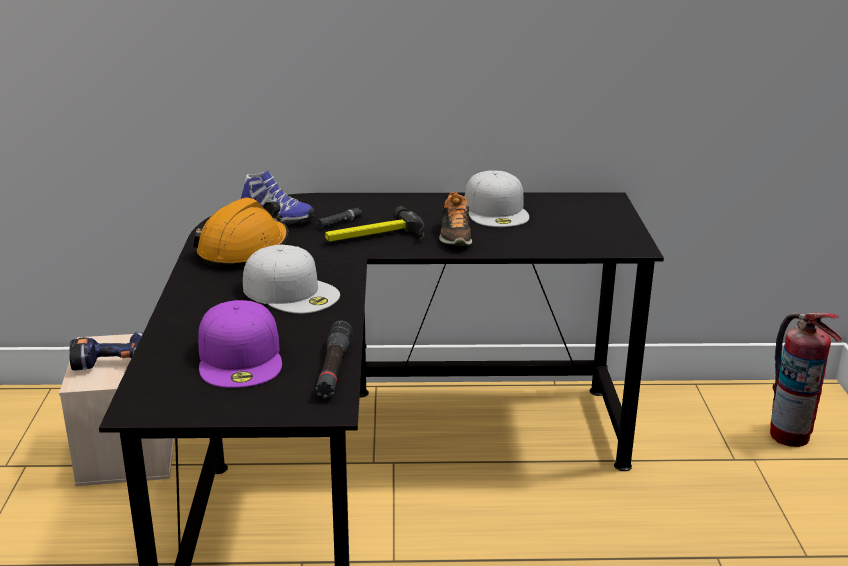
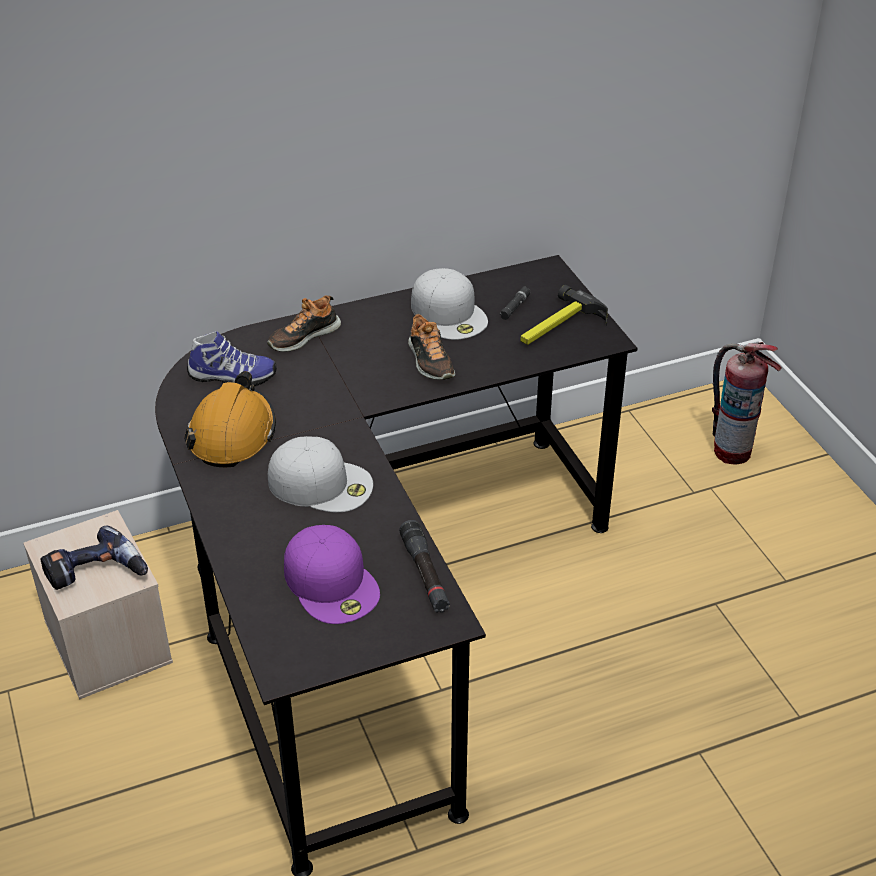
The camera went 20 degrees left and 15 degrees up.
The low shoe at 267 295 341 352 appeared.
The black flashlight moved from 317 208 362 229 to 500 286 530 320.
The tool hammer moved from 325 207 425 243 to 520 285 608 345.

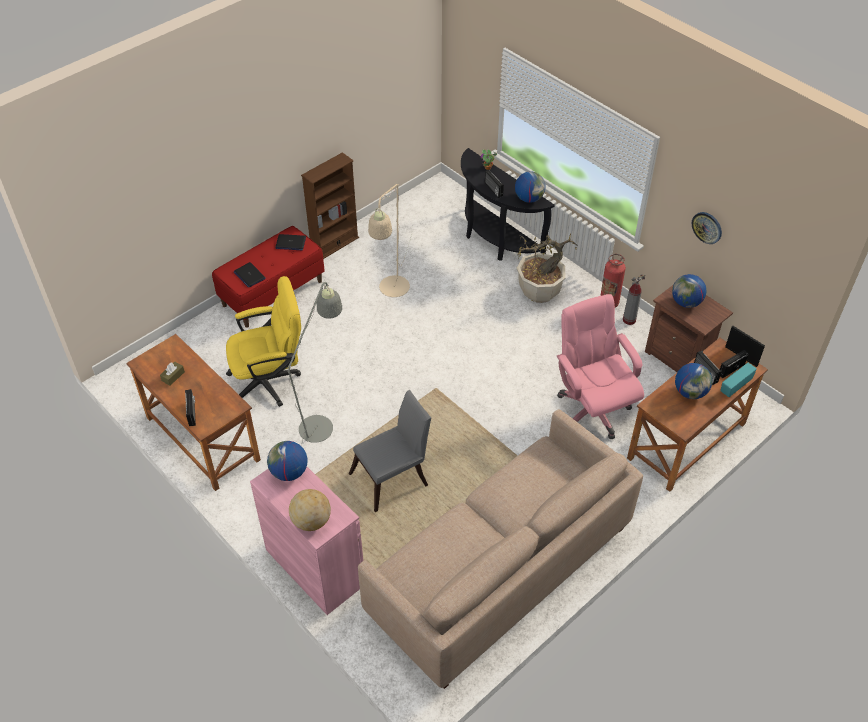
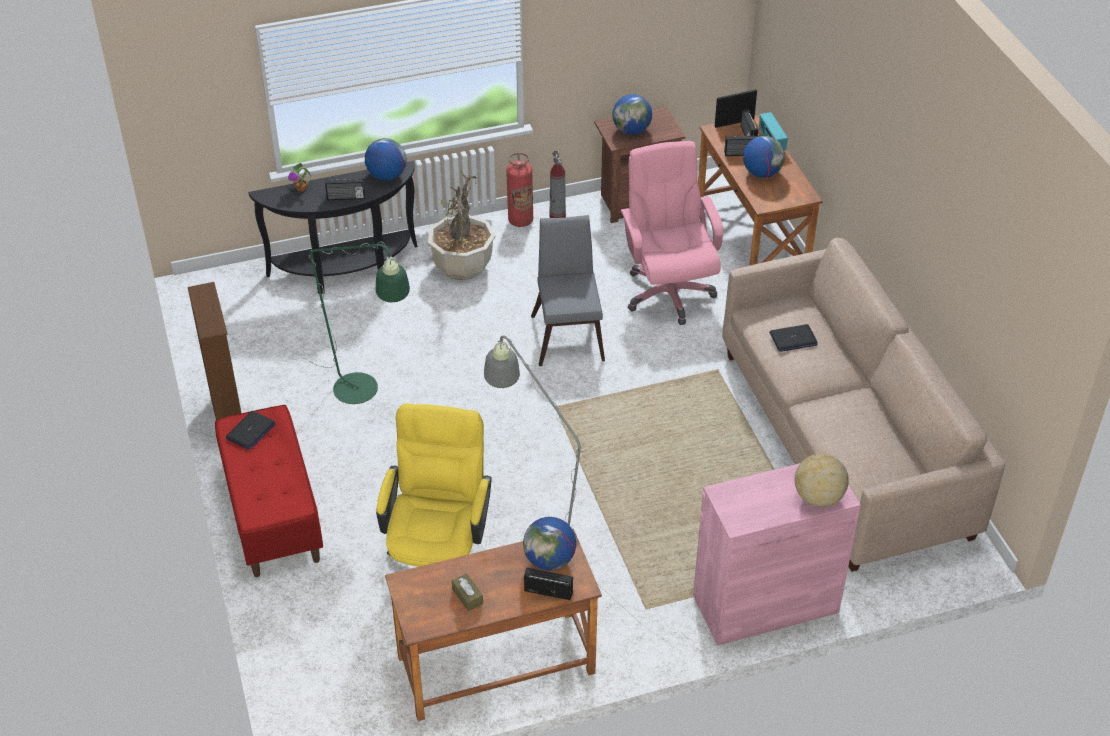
The camera went 65 degrees left and 5 degrees down.
The hanging clock at 692 212 722 244 disappeared.
The laptop moved from 234 262 266 287 to 769 324 818 352.
The world globe moved from 267 441 308 481 to 523 517 576 570.
The grey plain chair moved from 349 390 431 512 to 531 215 605 366.
The beige standing lamp at 368 184 413 297 became the green standing lamp at 268 242 410 404.
The pink-coloured desk chair at 557 294 644 439 turned 75 degrees clockwise.

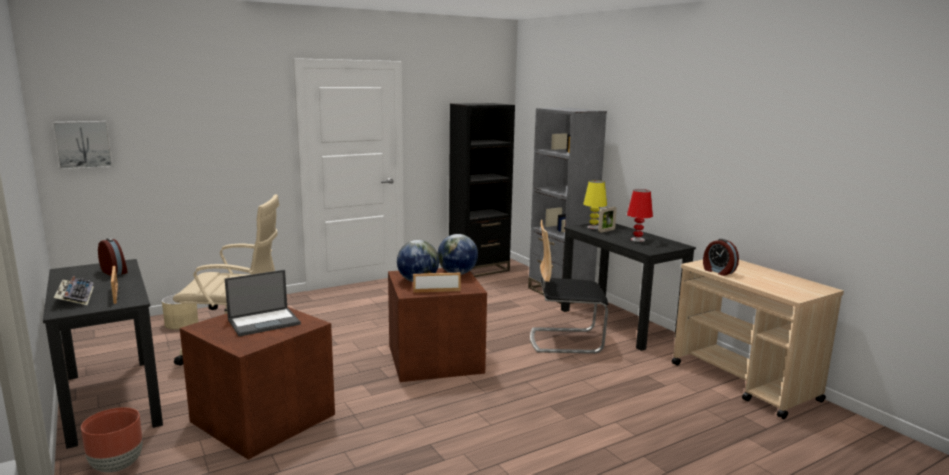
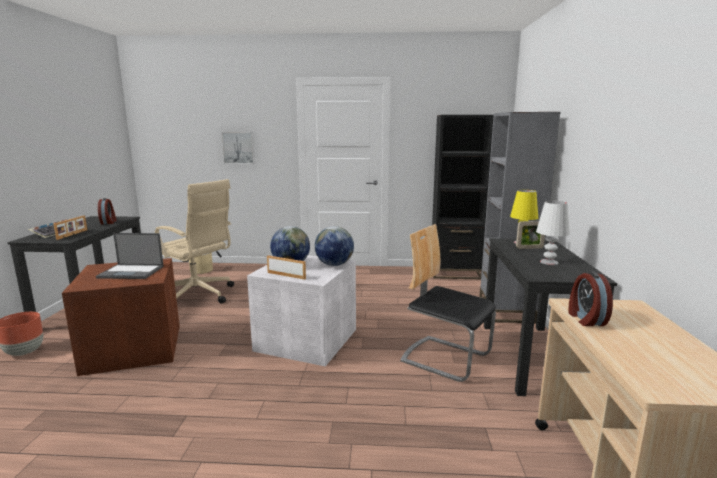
The camera went 35 degrees right and 0 degrees up.
The picture moved from 52 121 113 170 to 221 132 255 164.
The brownish storage bin at 388 268 487 382 became the white-coloured storage bin at 247 255 356 367.
The reddish tabletop lamp at 627 189 653 242 became the white-coloured tabletop lamp at 536 200 570 265.

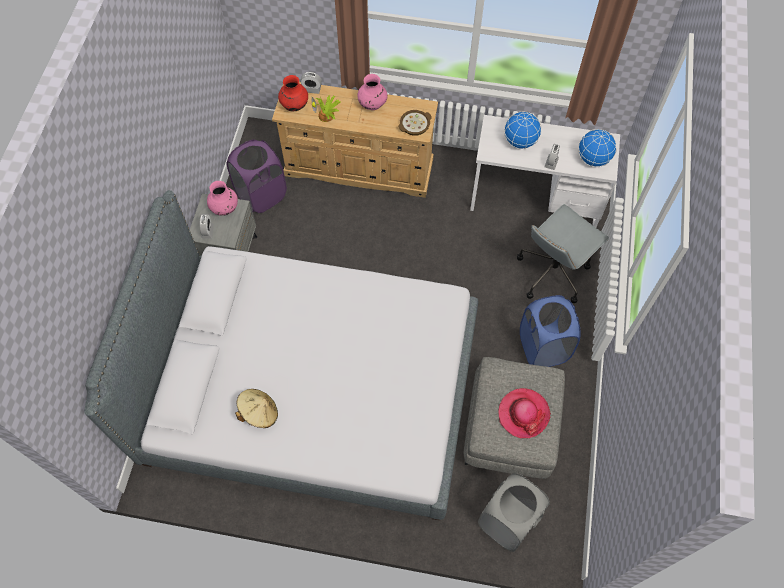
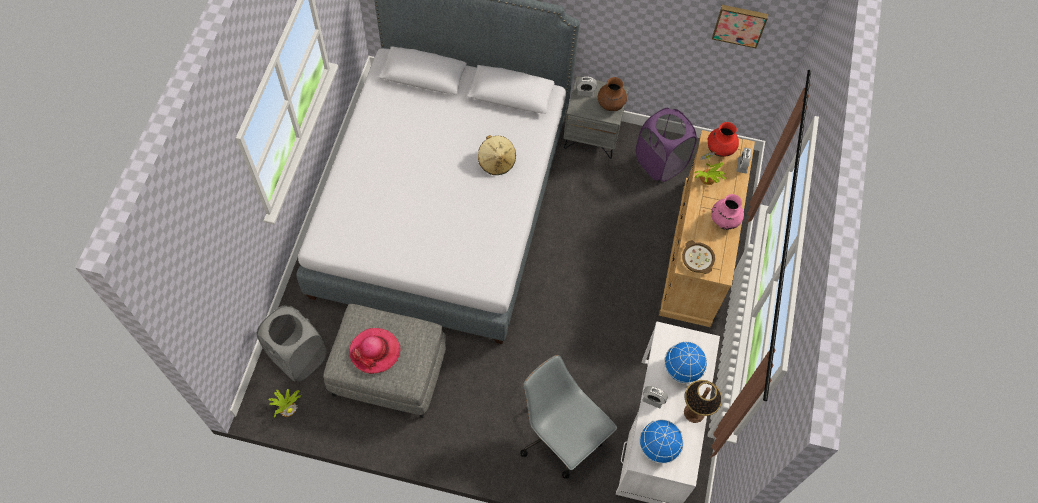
The camera went 90 degrees right and 0 degrees up.
The blue-coloured hamper at 520 295 581 367 disappeared.
The potted plant at 268 389 301 418 appeared.
The tabletop lamp at 684 380 722 423 appeared.
The picture at 712 5 768 48 appeared.
The beige hat moved from 235 389 278 428 to 478 135 516 175.
The pink-coloured flower vase at 207 181 238 216 became the brownish flower vase at 598 77 627 111.

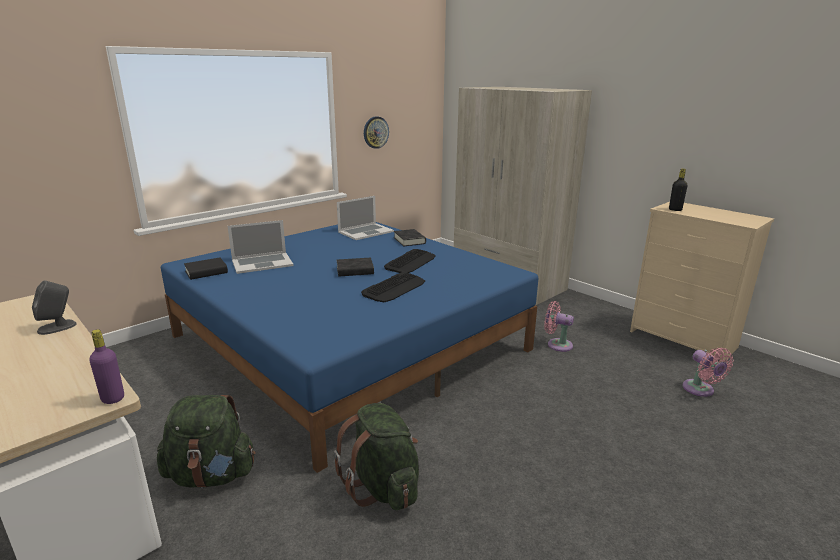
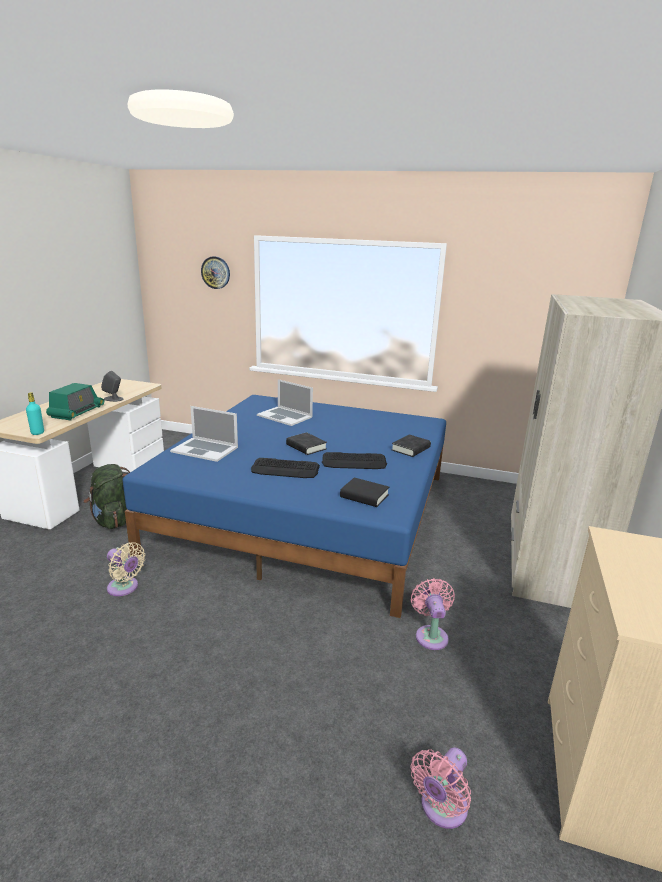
The camera went 60 degrees right and 0 degrees up.
The black bottle at 669 169 688 211 disappeared.
The radio receiver at 46 383 104 421 appeared.
The black bound book moved from 184 257 228 280 to 340 477 389 507.
The laptop moved from 337 196 394 240 to 170 406 238 462.
The hanging clock moved from 364 116 389 149 to 201 256 230 289.
The green rucksack at 334 403 419 510 was replaced by the beige electric fan at 107 542 145 596.
The purplish bottle at 89 329 124 404 became the blue-green bottle at 26 392 44 435.

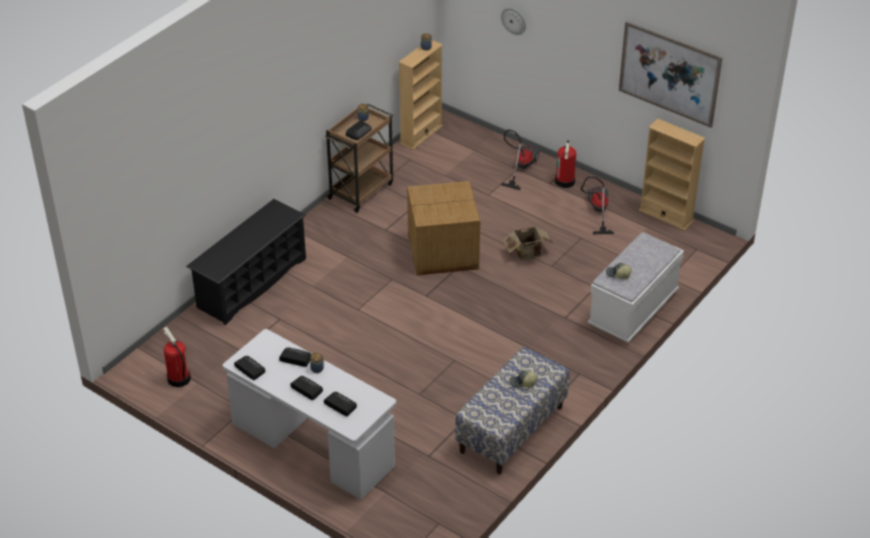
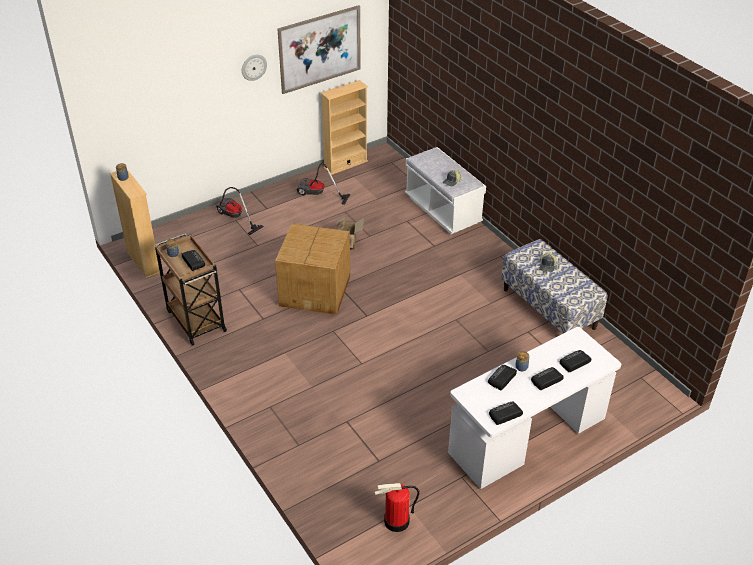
The camera went 70 degrees left and 0 degrees up.
The black shoe rack at 186 199 306 325 disappeared.
The fire extinguisher at 555 140 576 188 disappeared.
The hanging clock moved from 501 7 526 35 to 242 55 267 81.

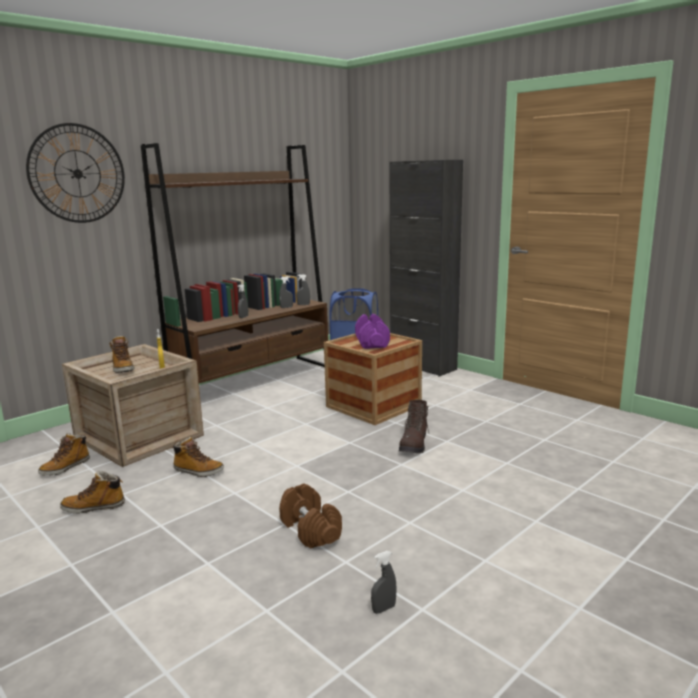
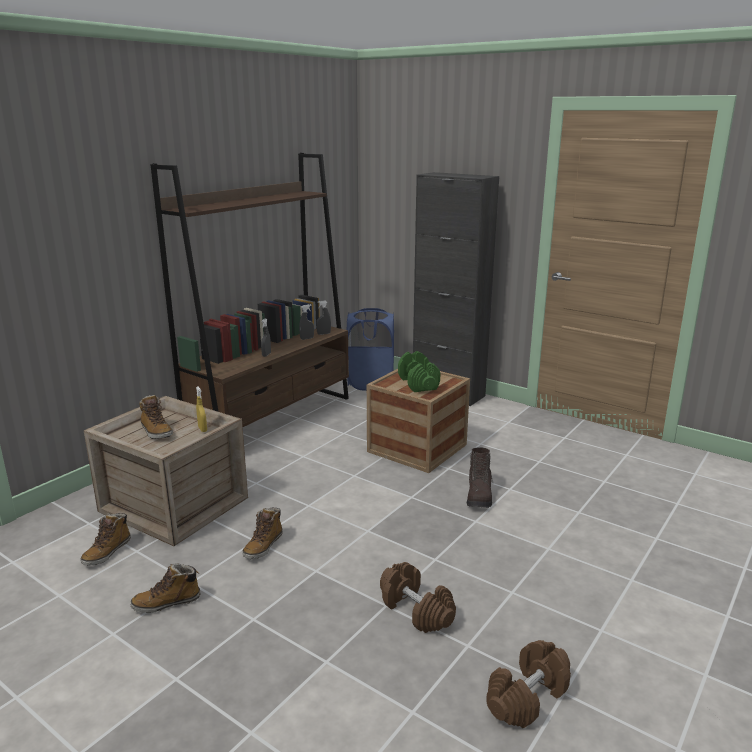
The camera went 10 degrees left and 5 degrees up.
The hanging clock at 26 123 125 223 disappeared.
The grey hand sprayer at 371 551 397 614 was replaced by the brownish free weight at 486 640 571 728.
The purplish free weight at 355 314 390 349 became the green free weight at 398 351 440 392.
The boot at 172 437 224 477 turned 105 degrees clockwise.

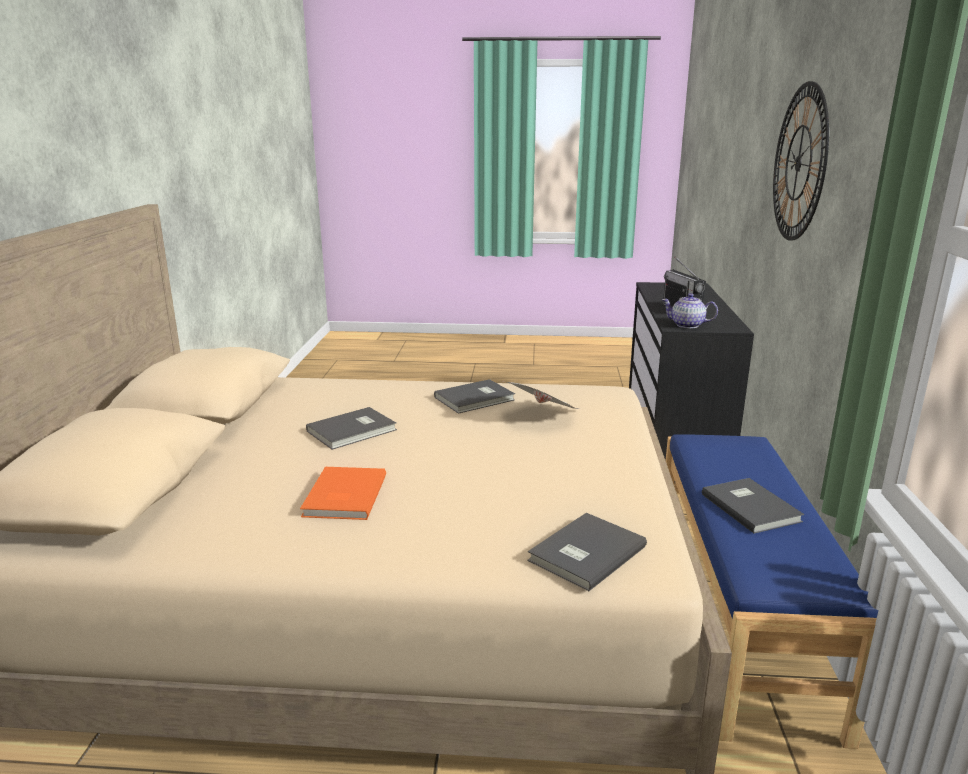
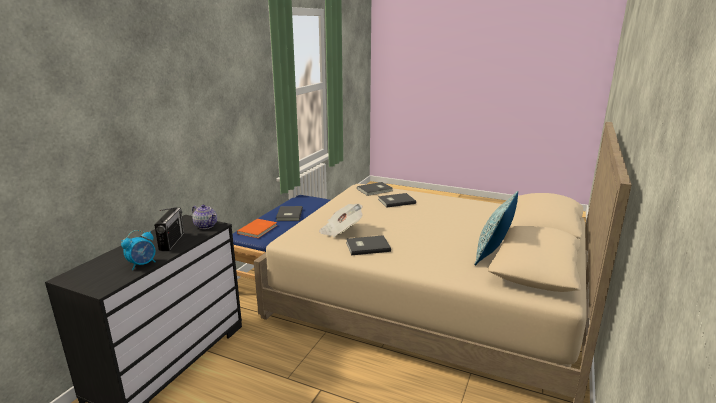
The camera went 160 degrees left and 0 degrees up.
The hanging clock at 773 81 829 241 disappeared.
The bedside clock at 121 230 155 270 appeared.
The cushion at 474 191 518 266 appeared.
The orange bound book moved from 300 467 386 520 to 237 219 277 238.
The grey bound book moved from 306 407 397 450 to 378 193 416 208.

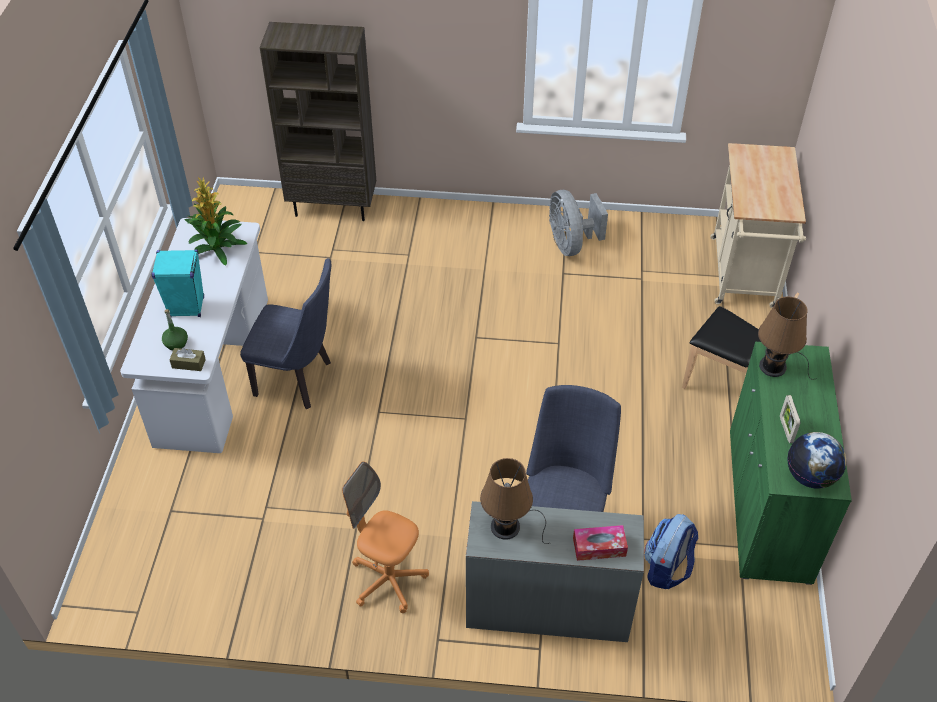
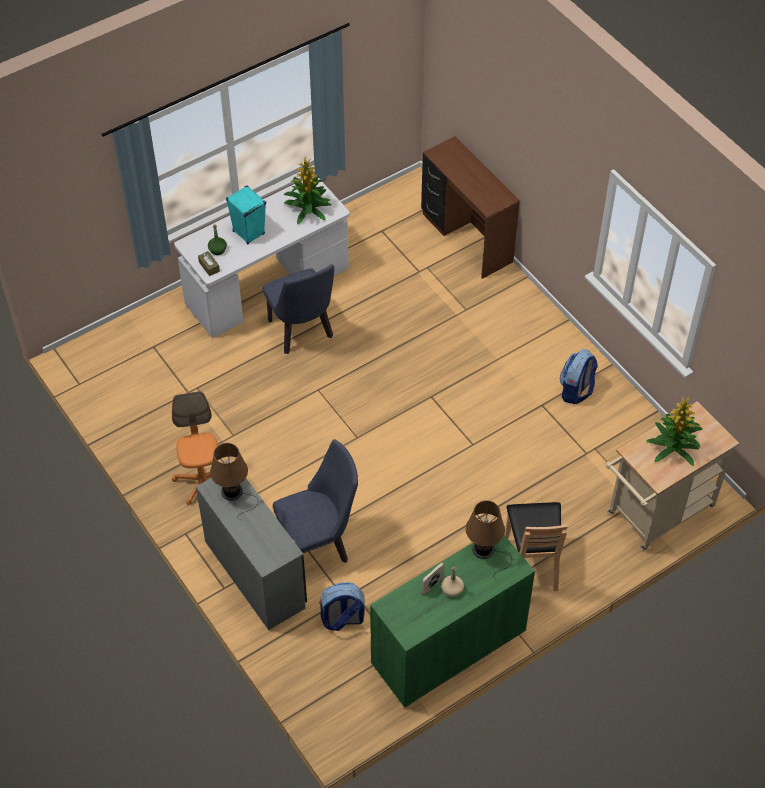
The camera went 50 degrees right and 5 degrees up.
The box of tissues at 573 525 628 561 disappeared.
The world globe at 787 432 846 489 disappeared.
The beige bottle at 441 567 464 597 appeared.
The potted plant at 646 397 703 466 appeared.
The brownish shelving unit at 260 22 376 221 was replaced by the brownish desk at 421 136 520 279.
The grey electric fan at 549 190 608 256 was replaced by the rucksack at 560 349 598 404.

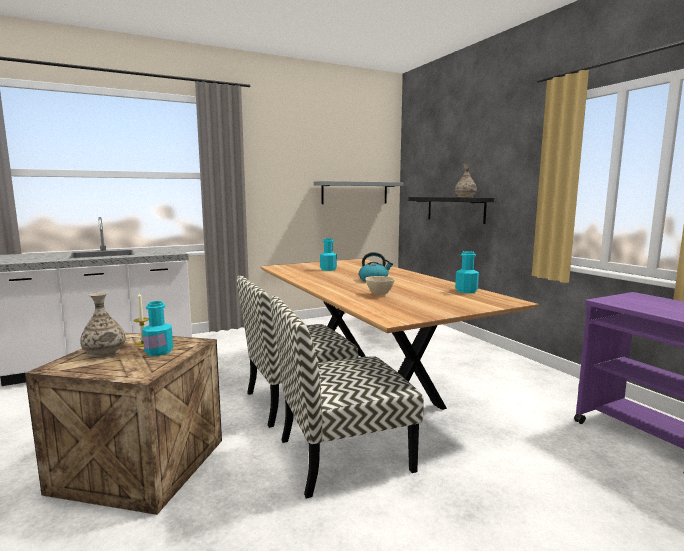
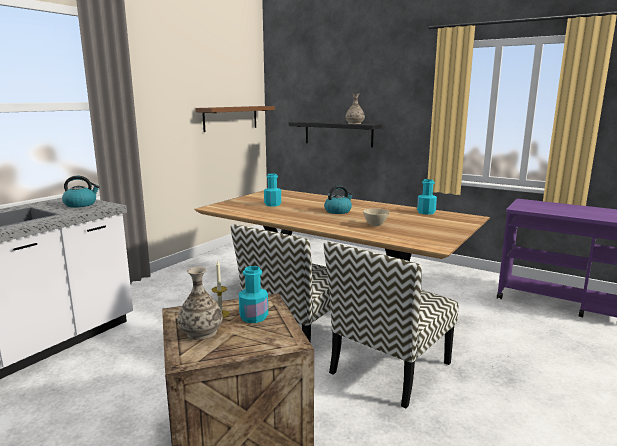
The camera went 30 degrees left and 5 degrees up.
The kettle at 62 176 100 207 appeared.
The grey bracket shelf at 314 181 403 204 became the brownish bracket shelf at 196 106 275 132.

